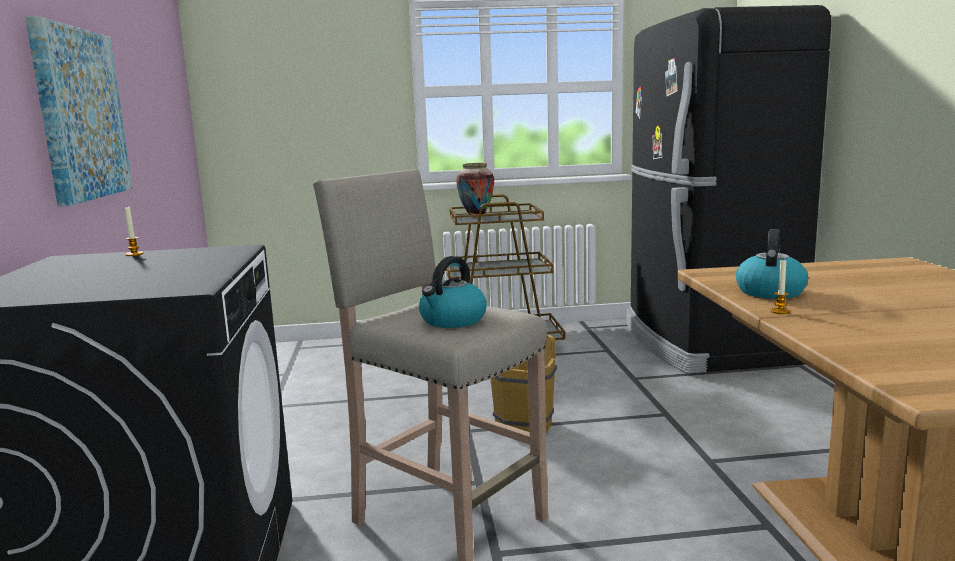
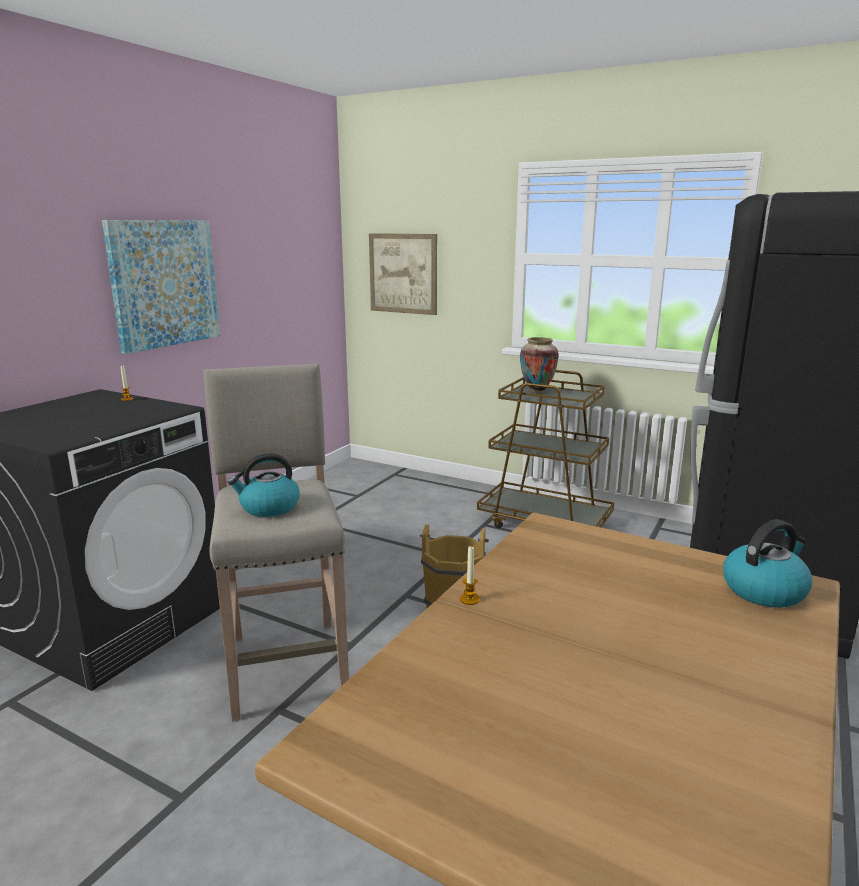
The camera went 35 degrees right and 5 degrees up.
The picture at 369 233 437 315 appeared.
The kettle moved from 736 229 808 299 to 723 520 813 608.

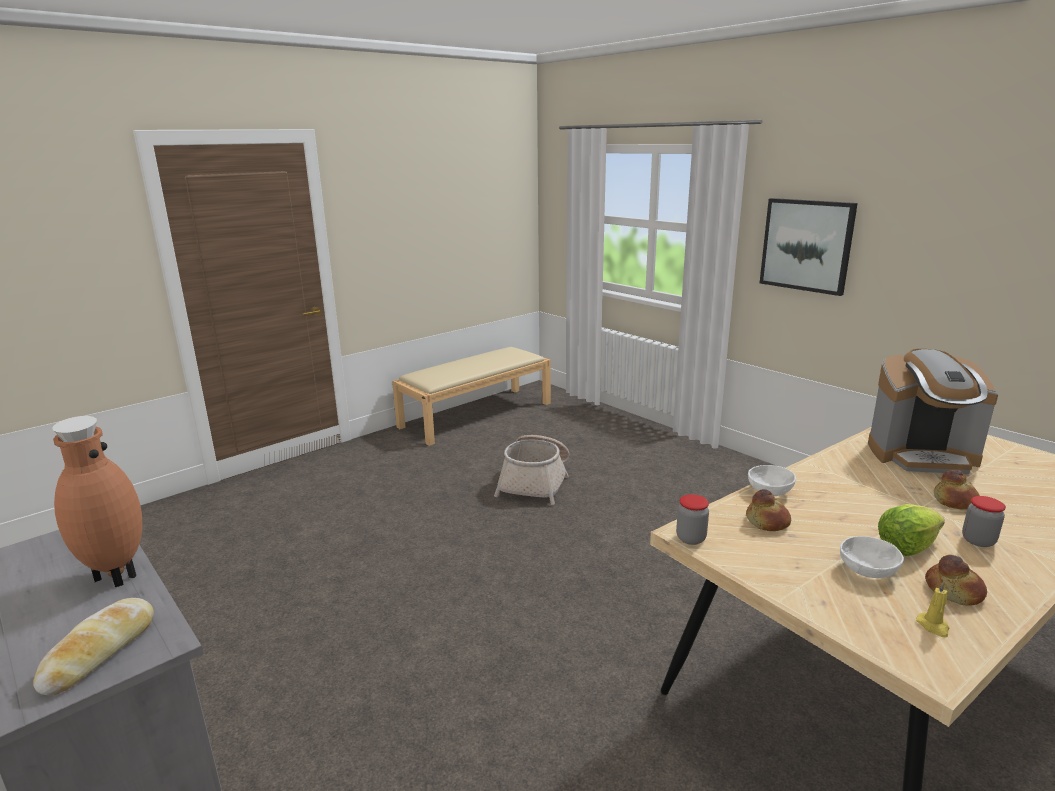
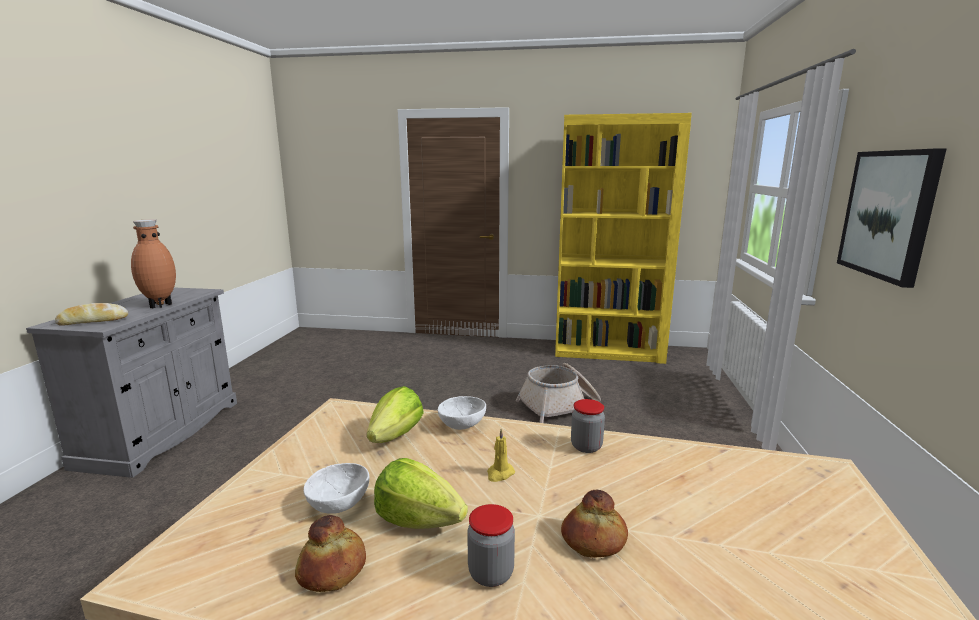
The camera went 50 degrees right and 5 degrees down.
The coffee brewer at 868 349 998 474 disappeared.
The preserve jar moved from 676 494 709 545 to 571 399 605 453.
The yellowish wax light moved from 916 581 949 637 to 487 429 515 482.
The beige indoor bench at 392 347 551 446 was replaced by the yellowish shelving unit at 555 113 692 364.
The baked bread at 746 489 791 531 was replaced by the head of lettuce at 367 386 424 443.

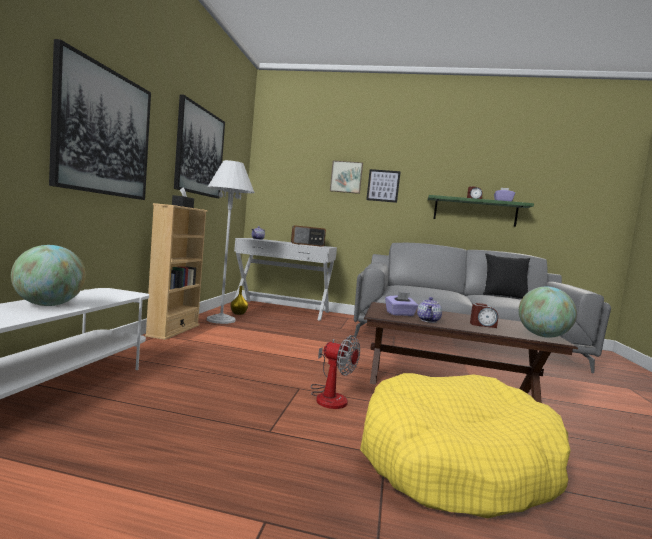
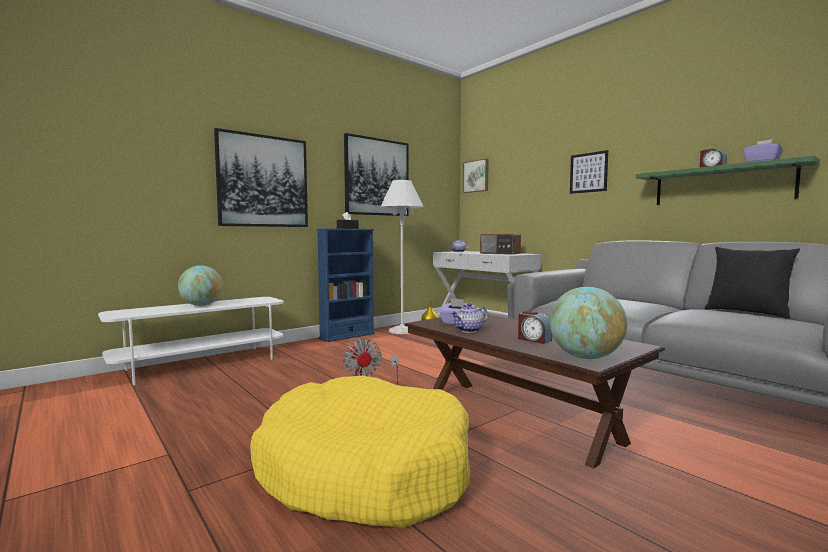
The camera went 40 degrees right and 0 degrees up.
The picture moved from 330 160 363 194 to 463 159 489 193.
The beige shelving unit at 145 203 208 340 became the blue-coloured shelving unit at 316 229 375 342.

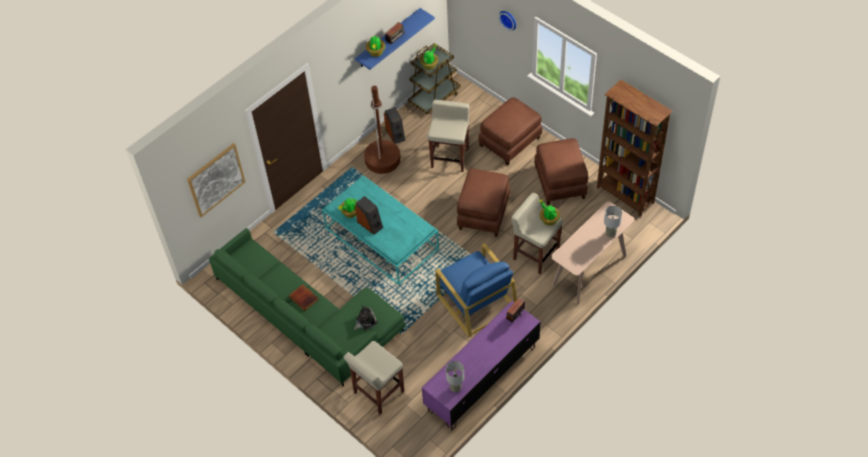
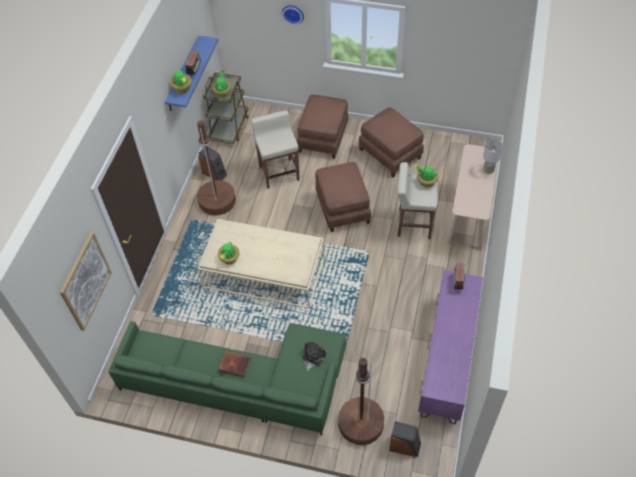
The camera went 30 degrees left and 0 degrees up.
The blue-coloured armchair at 435 243 517 337 disappeared.
The grey tabletop lamp at 446 361 464 392 disappeared.
The brownish shelving unit at 597 80 672 217 disappeared.
The audio speaker moved from 355 196 383 235 to 389 421 421 457.
The beige sitting stool at 344 341 404 415 was replaced by the brownish standing lamp at 338 358 384 445.
The blue-green lounge table at 322 175 439 285 became the beige lounge table at 197 219 325 308.

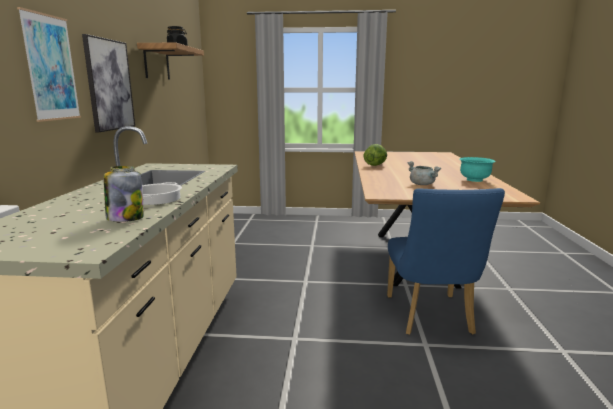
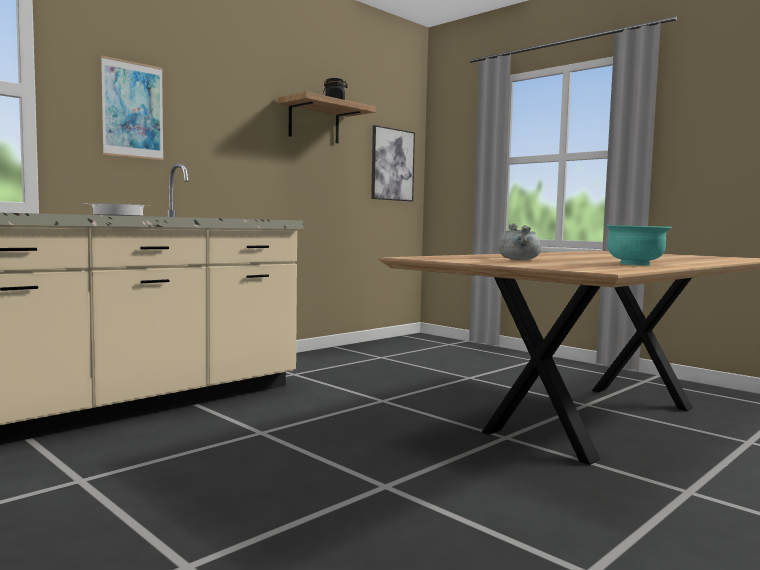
The camera went 40 degrees right and 10 degrees down.
The preserve jar at 104 166 144 222 disappeared.
The head of lettuce at 363 144 387 166 disappeared.
The blue-coloured plain chair at 387 188 505 335 disappeared.
The picture moved from 82 34 135 132 to 371 125 415 201.

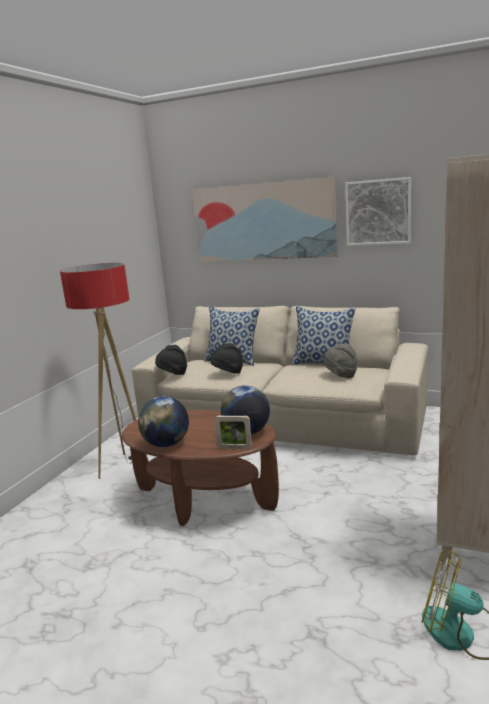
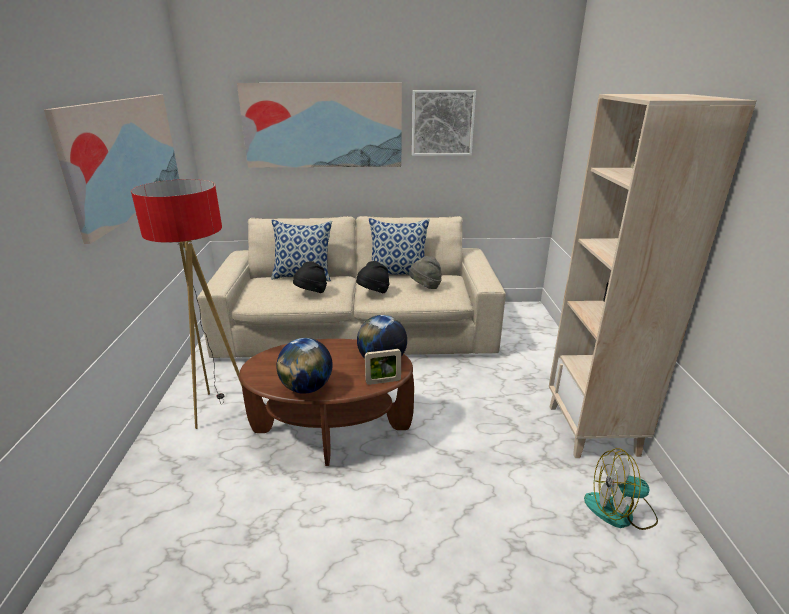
The camera went 25 degrees left and 10 degrees up.
The picture at 44 95 179 244 appeared.
The black hat moved from 155 345 187 375 to 356 261 390 293.

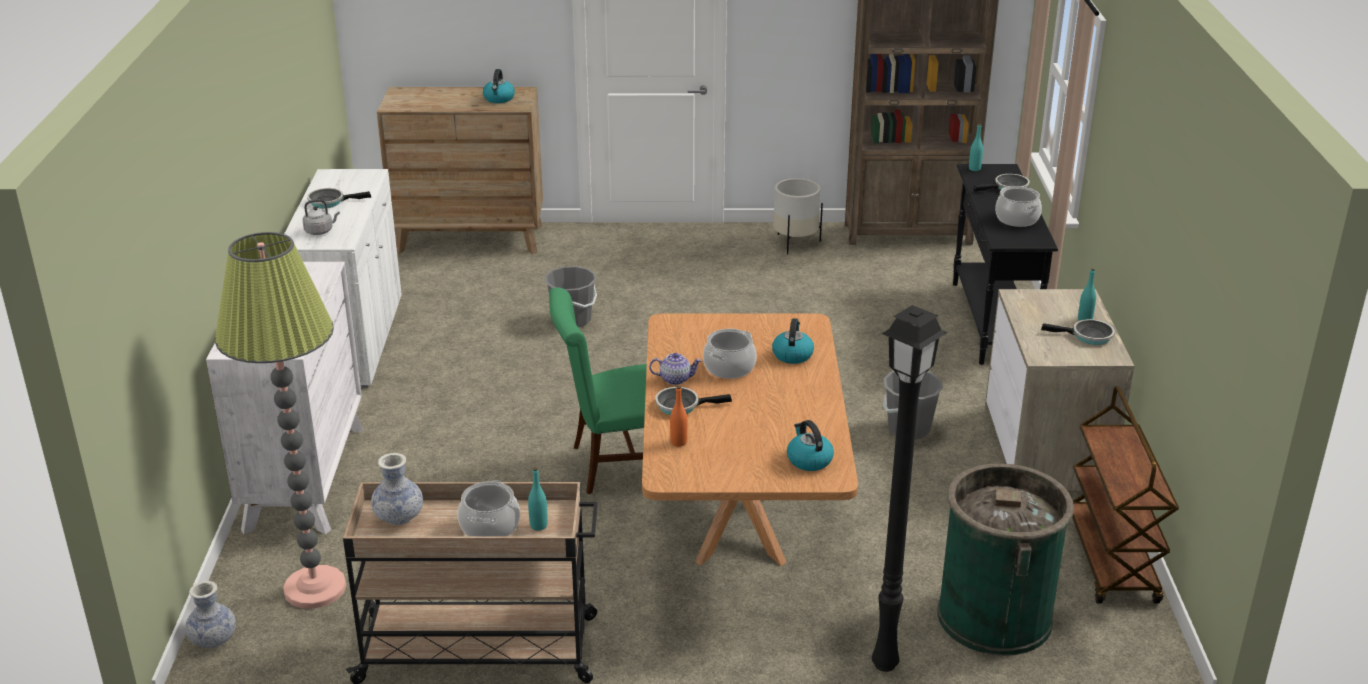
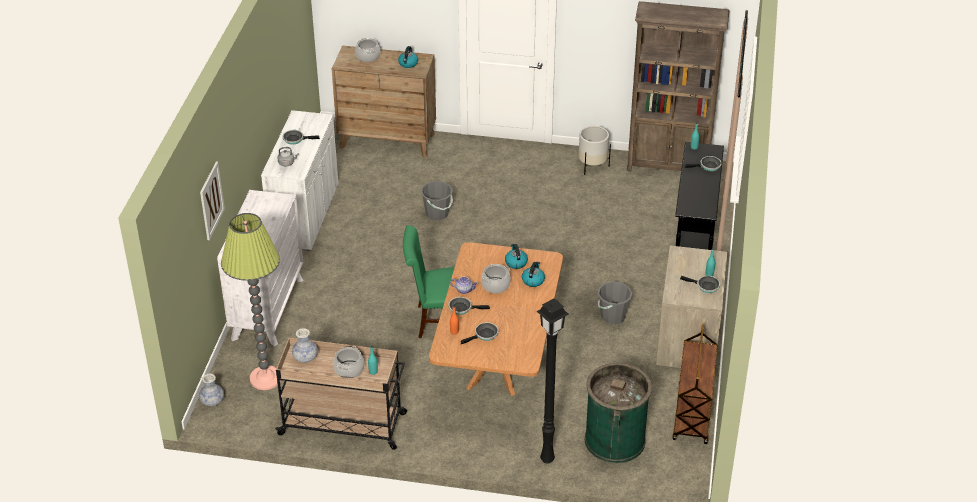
The camera went 10 degrees right and 10 degrees up.
The picture at 200 161 225 240 appeared.
The skillet at 461 322 499 344 appeared.
The kettle moved from 787 420 834 471 to 505 244 528 269.
The stockpot moved from 995 186 1042 227 to 355 38 380 62.

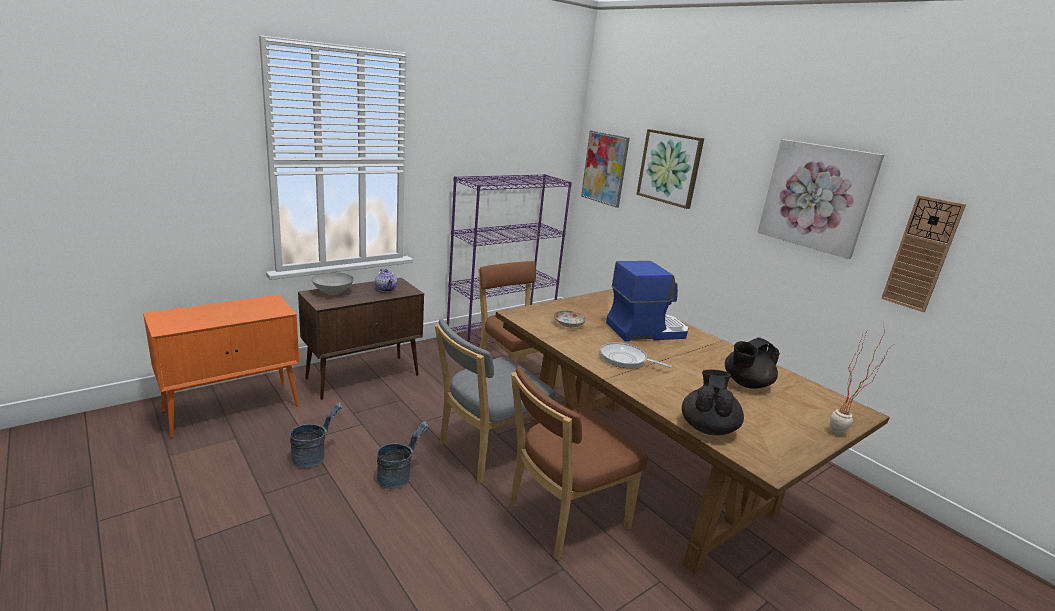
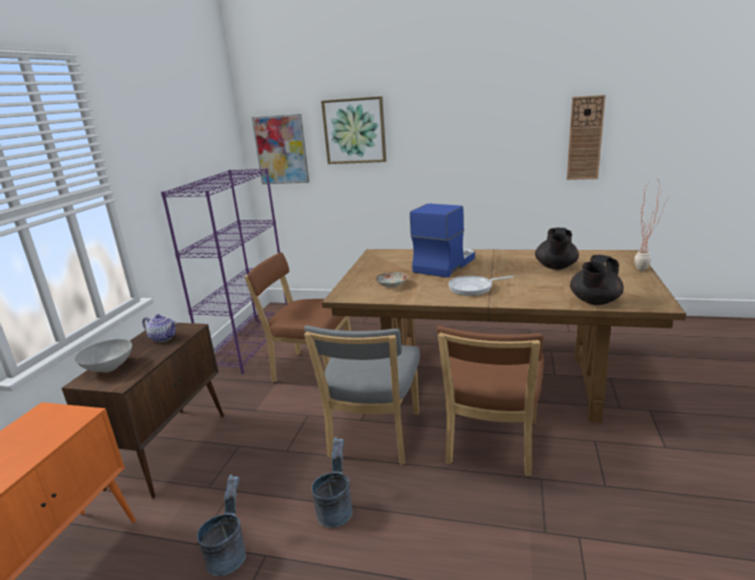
The camera went 35 degrees left and 0 degrees up.
The picture at 758 139 884 259 disappeared.
The black tea pot at 682 370 744 435 turned 120 degrees counterclockwise.

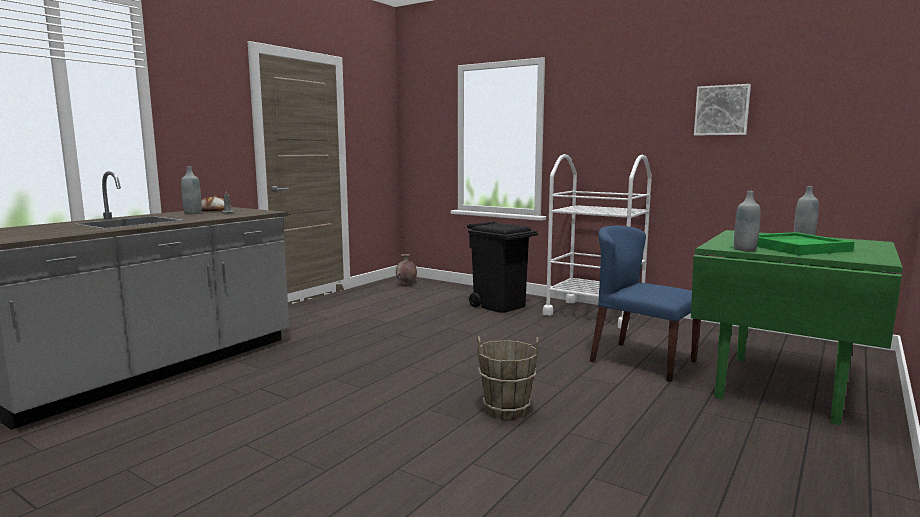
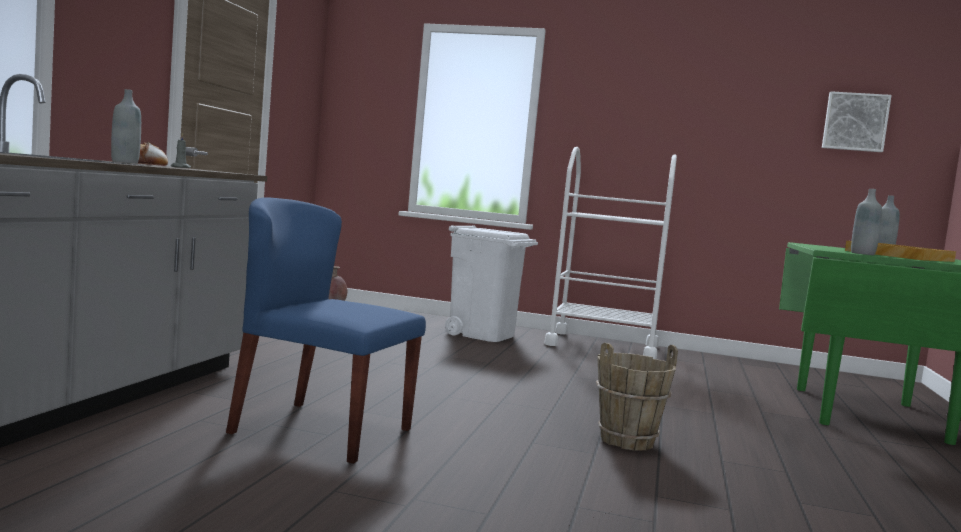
The camera went 20 degrees left and 5 degrees down.
The blue-coloured plain chair moved from 590 226 701 382 to 226 197 426 464.
The picture moved from 694 84 751 135 to 822 91 892 152.
The black rubbish bin at 467 221 538 313 became the white-coloured rubbish bin at 445 225 538 342.
The green carrying tray at 757 232 854 255 became the beige carrying tray at 845 241 956 262.

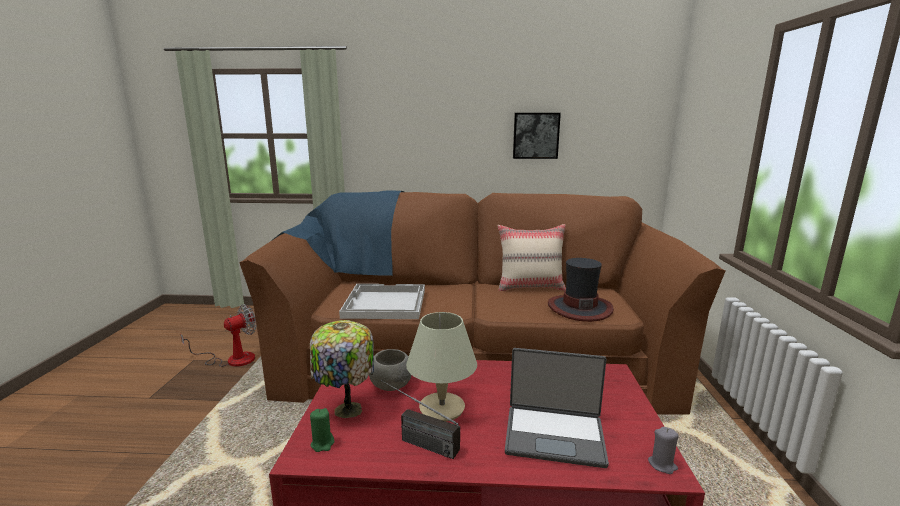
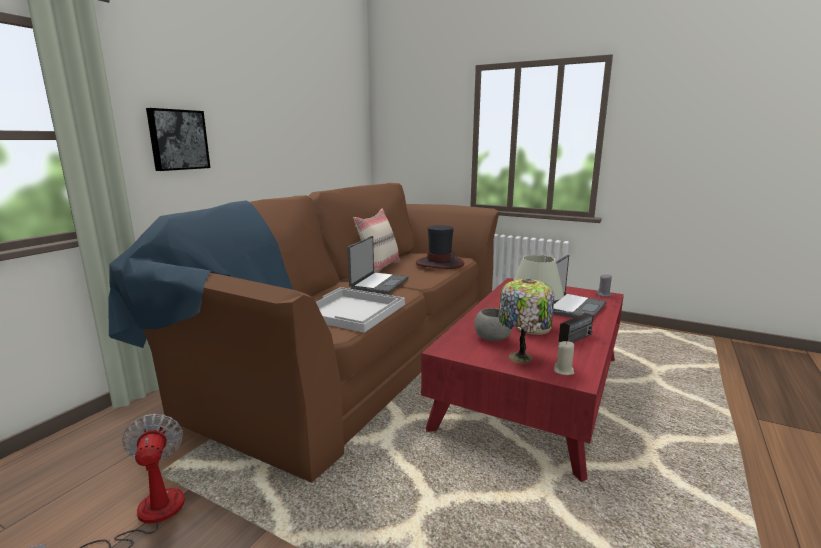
The camera went 65 degrees left and 0 degrees up.
The laptop at 348 236 408 295 appeared.
The picture moved from 513 113 561 159 to 146 108 210 171.
The green wax light at 310 408 334 452 became the beige wax light at 554 341 574 375.

